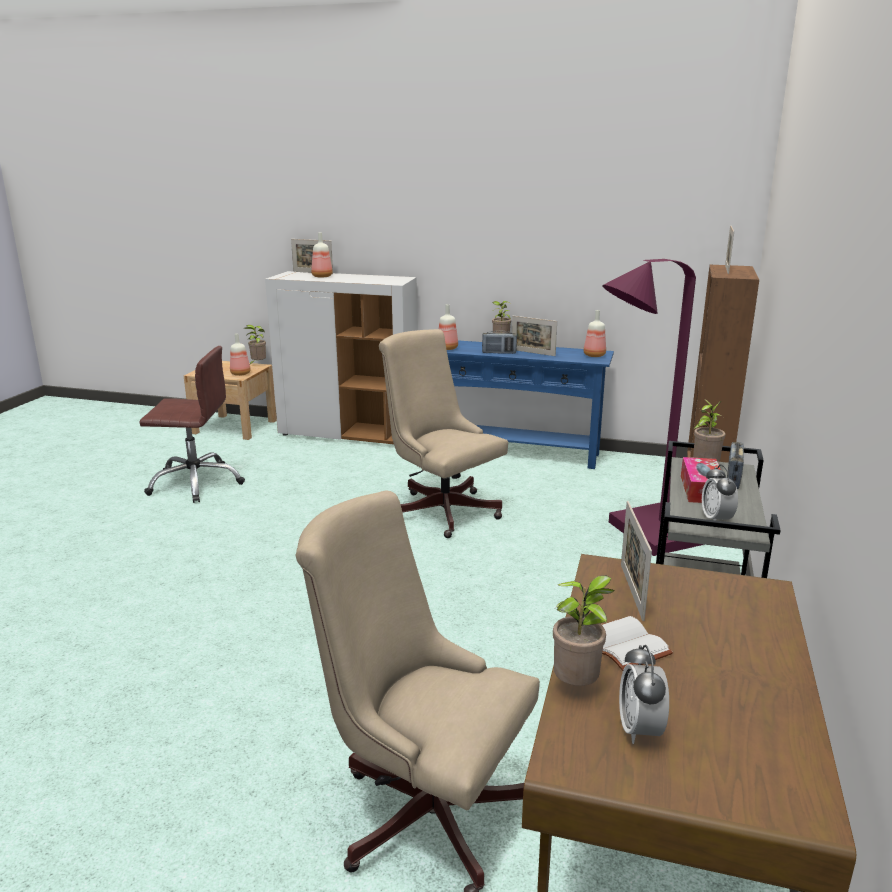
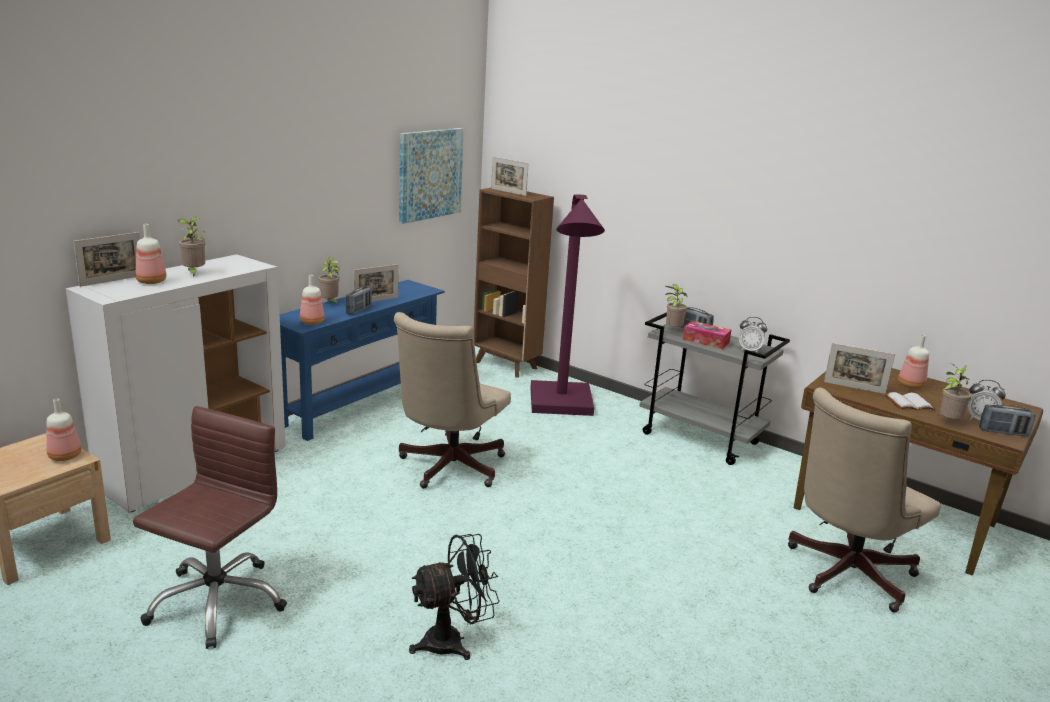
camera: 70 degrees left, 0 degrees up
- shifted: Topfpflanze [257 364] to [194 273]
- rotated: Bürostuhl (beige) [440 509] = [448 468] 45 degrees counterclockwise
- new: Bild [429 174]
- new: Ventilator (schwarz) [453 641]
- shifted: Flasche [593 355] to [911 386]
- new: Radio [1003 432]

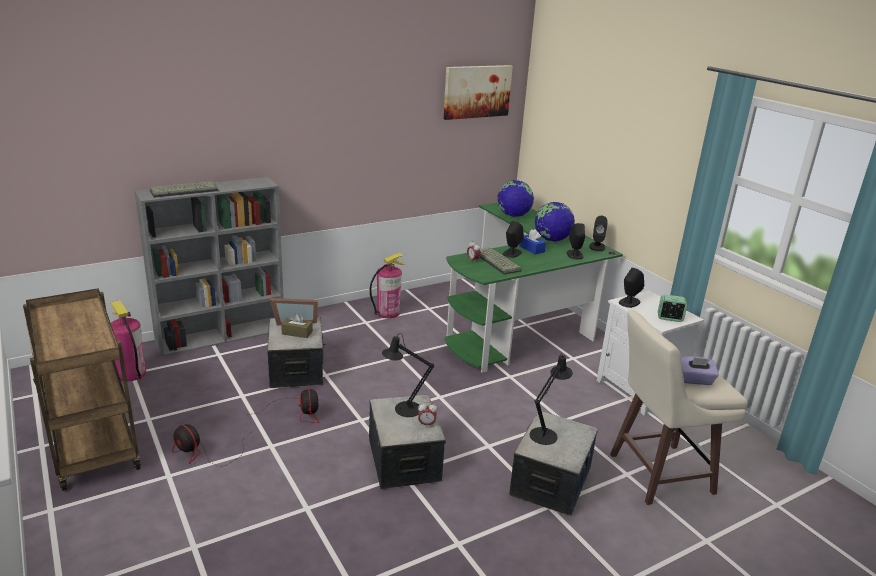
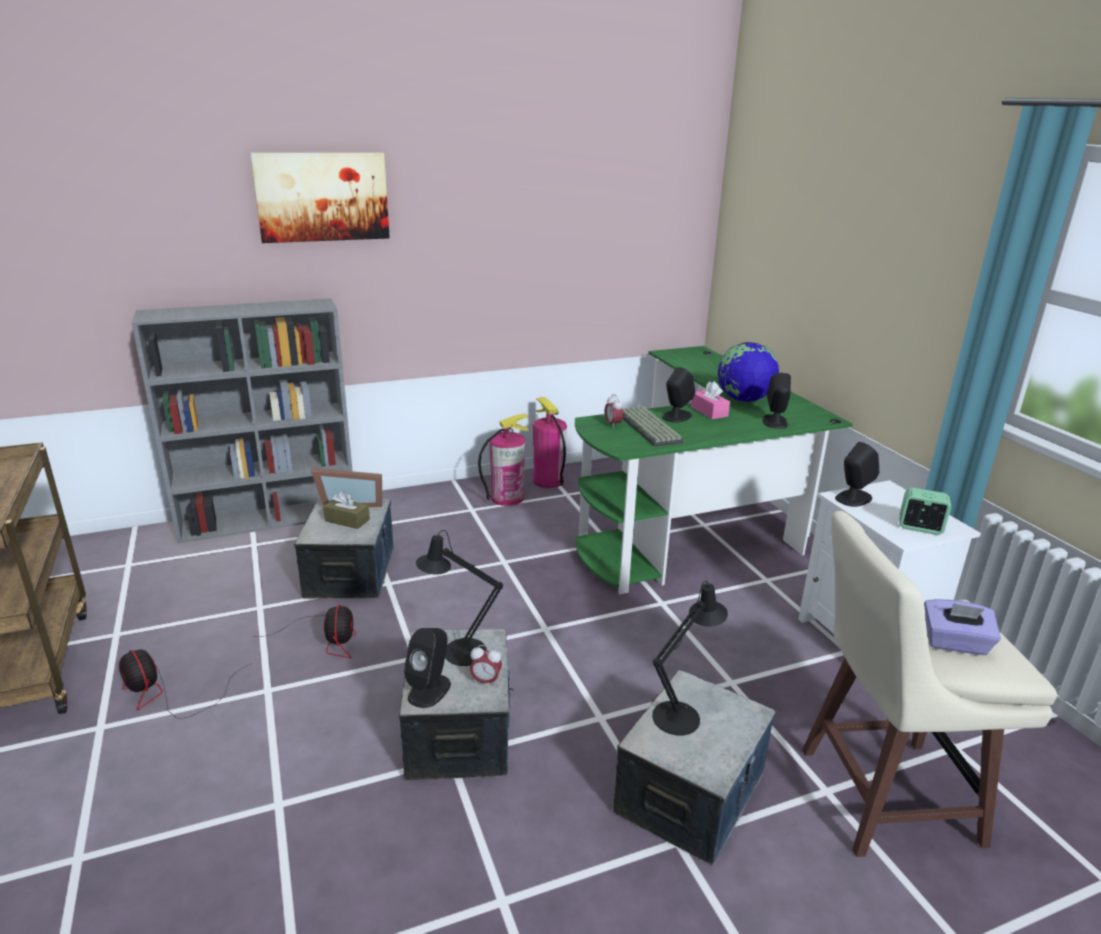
camera: 10 degrees right, 0 degrees up
- shifted: Bild [477 91] to [322 197]
- shifted: Lautsprecher (schwarz) [597 247] to [429 690]
- shifted: Feuerlöscher [130 373] to [548 481]
- repainted: Taschentuchbox (blau) [531 249] to Taschentuchbox (rosa) [709 411]
- gone: Tastatur [184 190]
- gone: Globus [513 215]

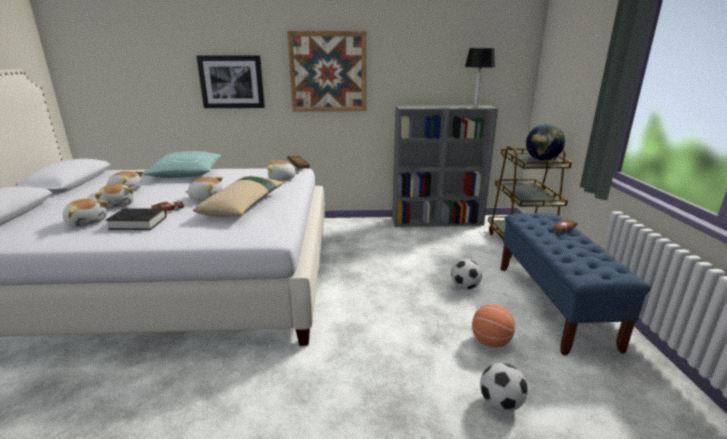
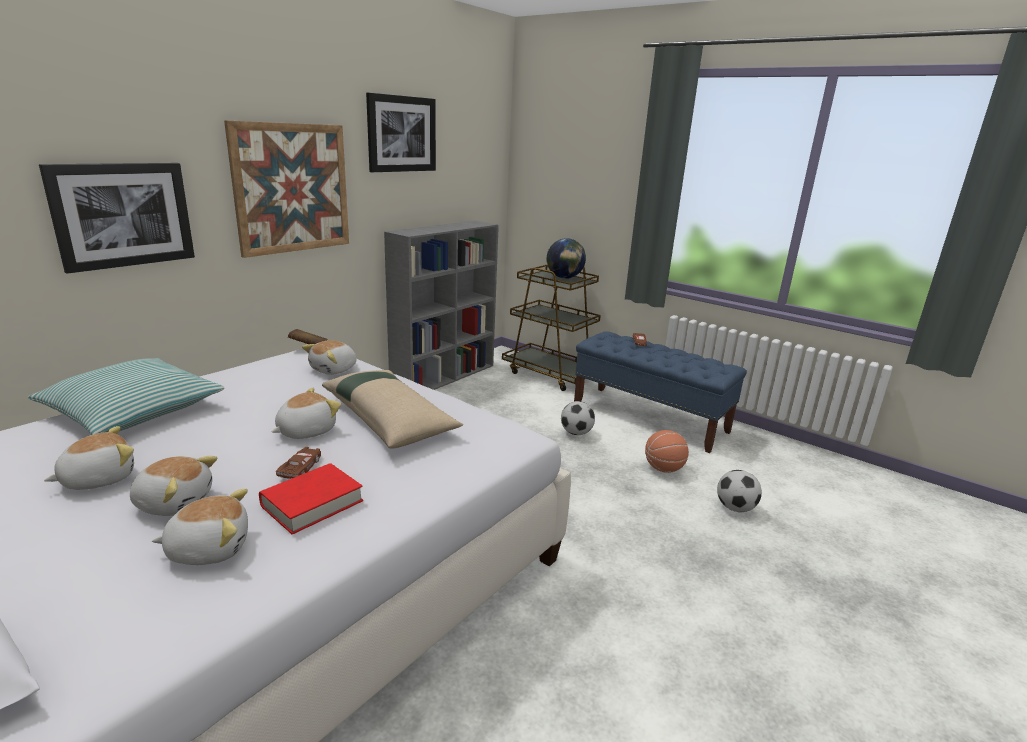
camera: 50 degrees left, 0 degrees up
- repainted: Buch (schwarz) [138 223] to Buch (rot) [312 503]
- new: Bild [401 134]
- gone: Tischlampe [476 107]

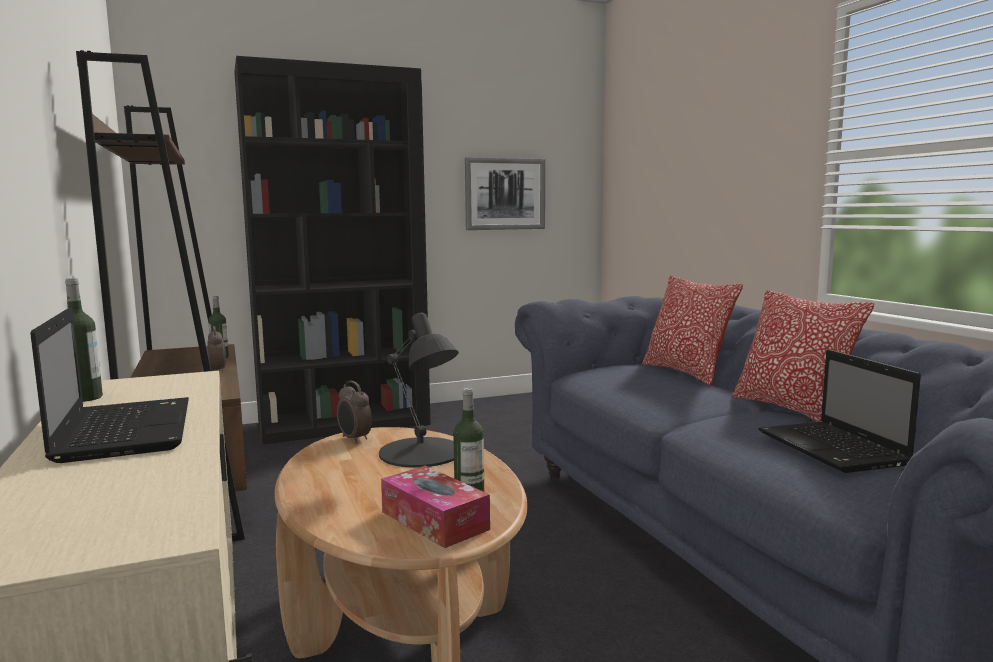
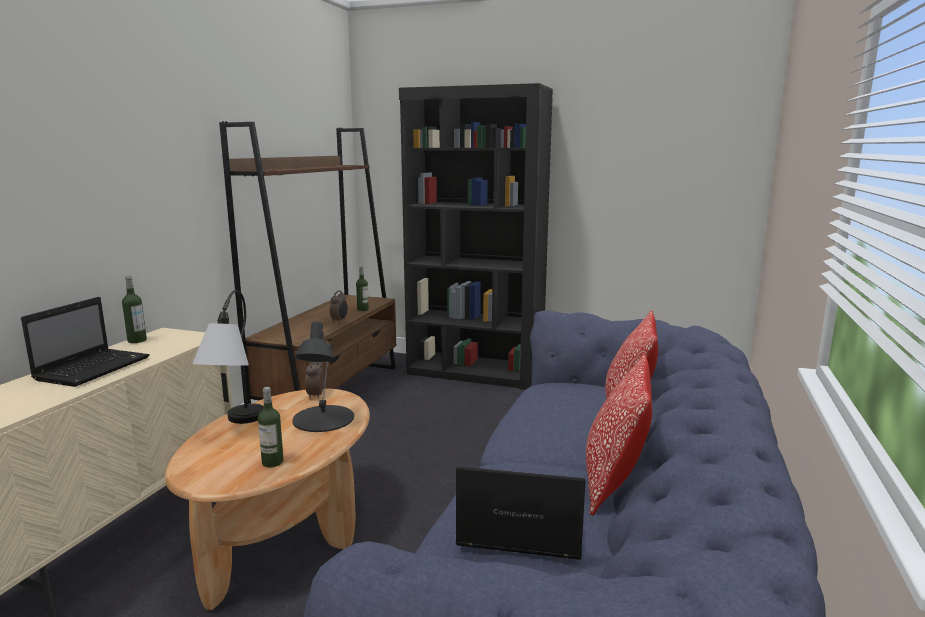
camera: 40 degrees right, 5 degrees up
- new: Tischlampe [235 426]
- rotated: Laptop [834 449] = [517 532] 75 degrees clockwise
- gone: Taschentuchbox [434 520]
- gone: Bild [505 194]

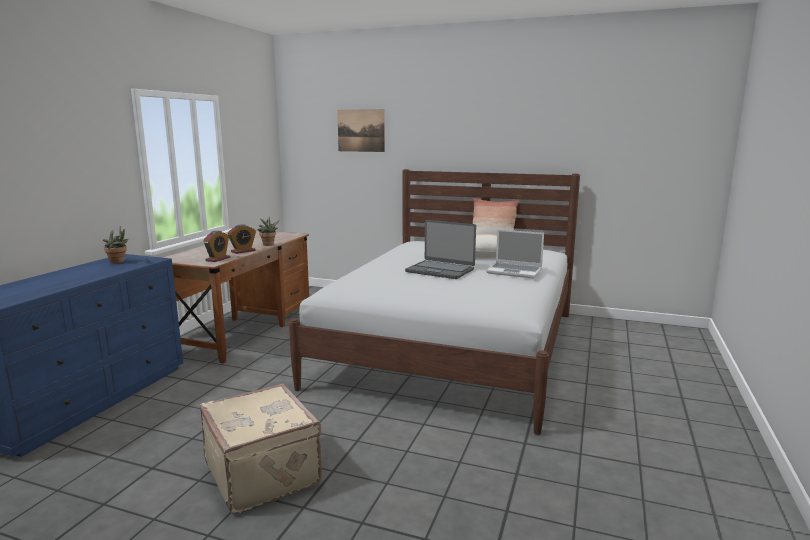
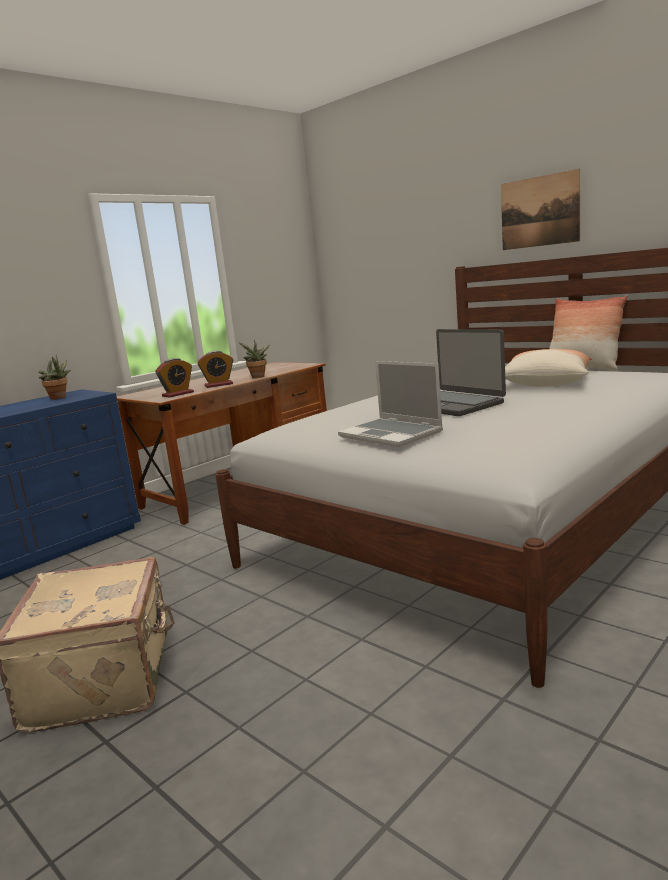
camera: 25 degrees right, 0 degrees up
- shifted: Laptop [515 271] to [392 434]
- shifted: Bild [361 130] to [539 211]

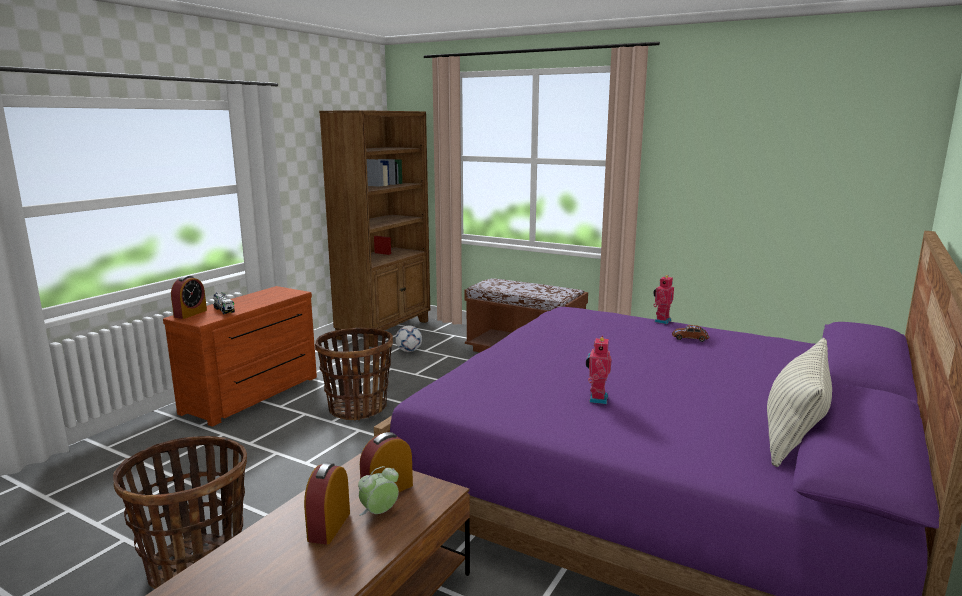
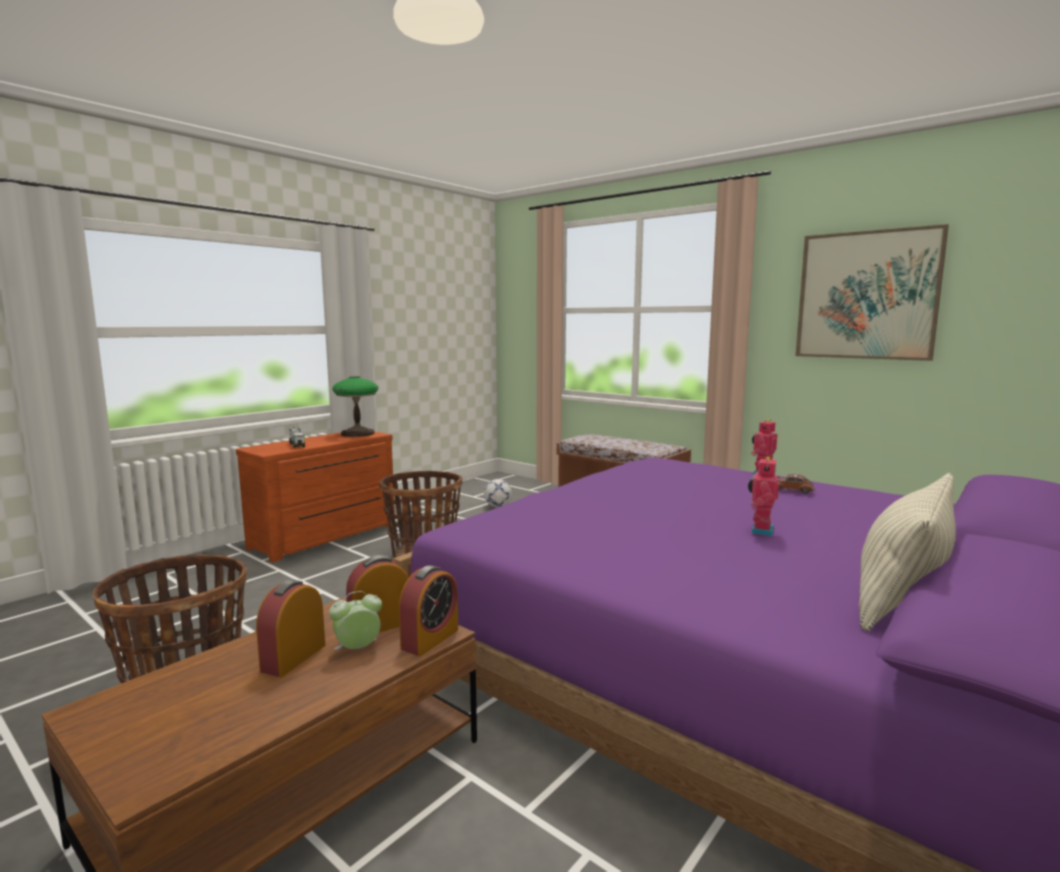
camera: 10 degrees right, 5 degrees down
- new: Tischlampe [357 433]
- shifted: Wecker [190 313] to [430 639]
- shifted: Spielzeugroboter [596 399] to [760 530]
- new: Bild [866 295]
- gone: Bücherregal (braun) [385 329]

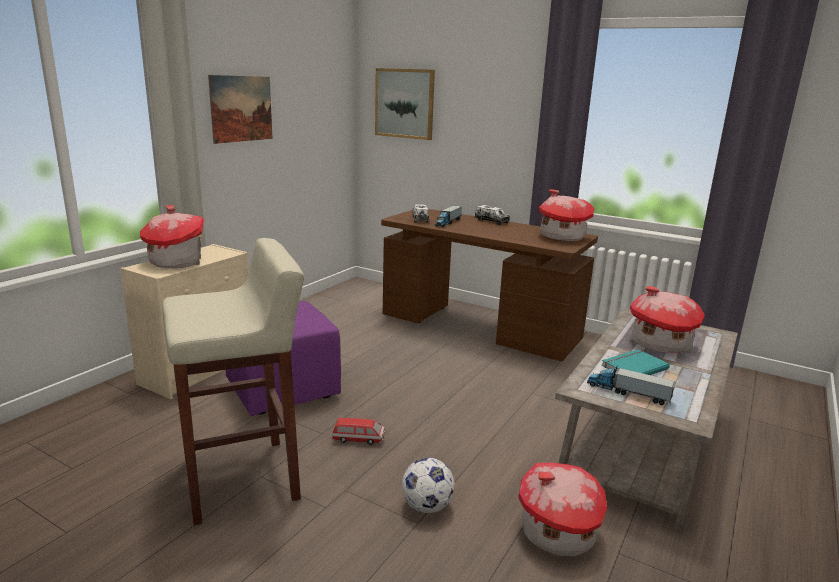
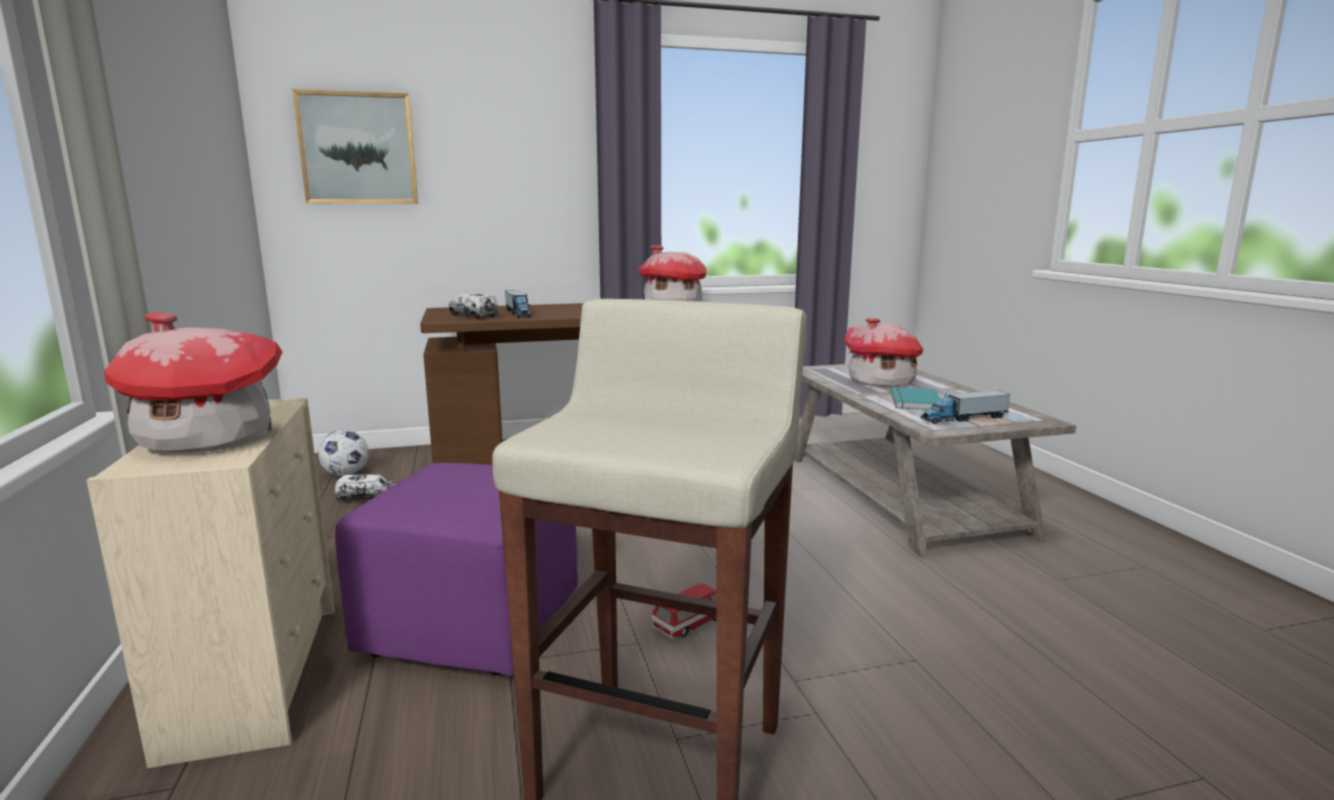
camera: 45 degrees left, 5 degrees down
- shifted: Fußball [427 506] to [346 474]
- shifted: Spielzeuglaster [491 221] to [367 498]
- gone: Bild [241 109]
- gone: Spielzeughaus [558 534]

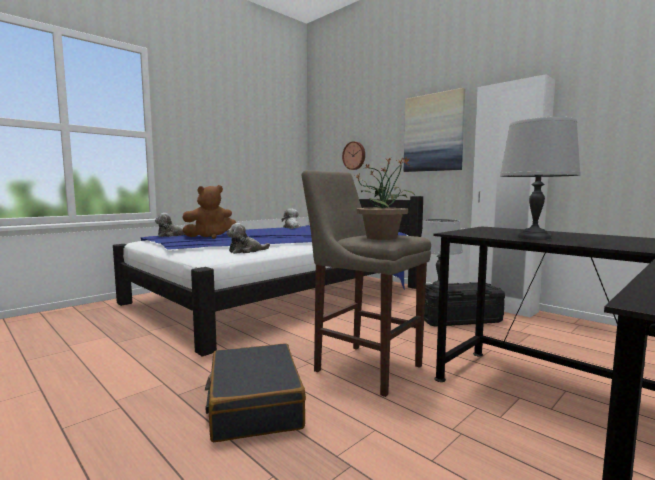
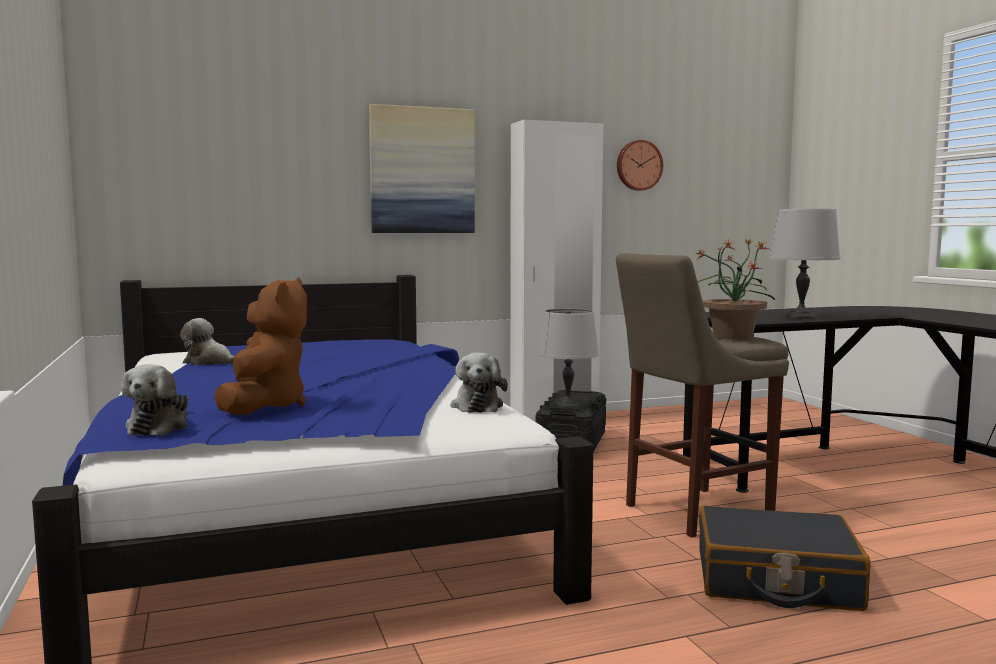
camera: 65 degrees left, 0 degrees up
- shifted: Wanduhr [354 155] to [638 165]

